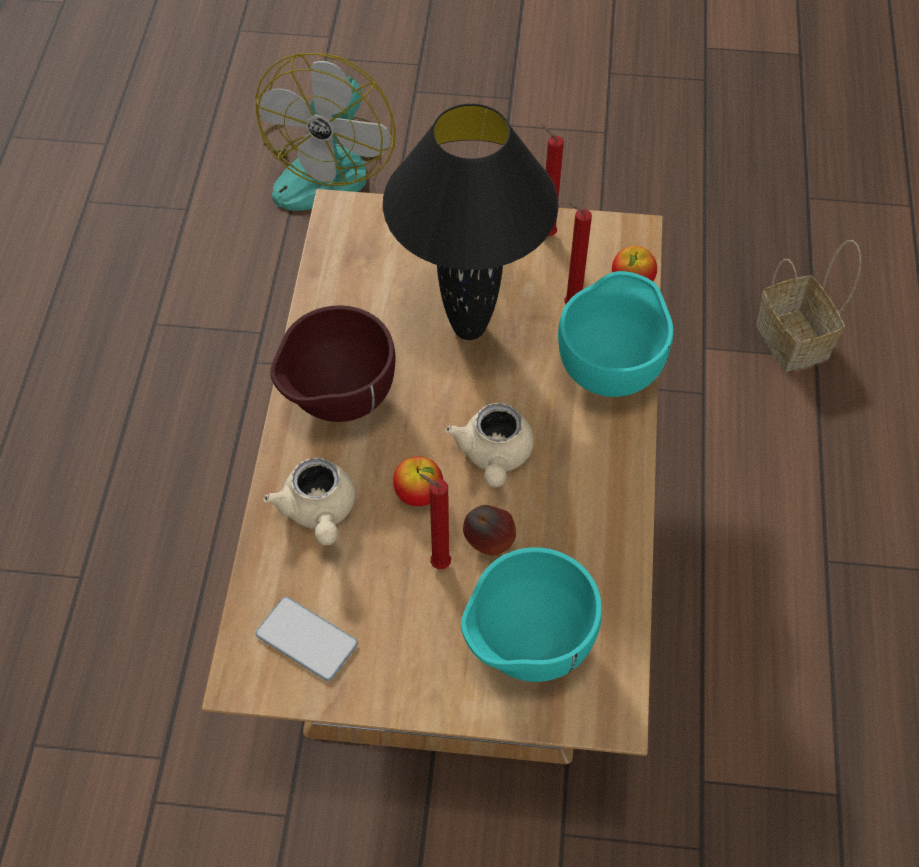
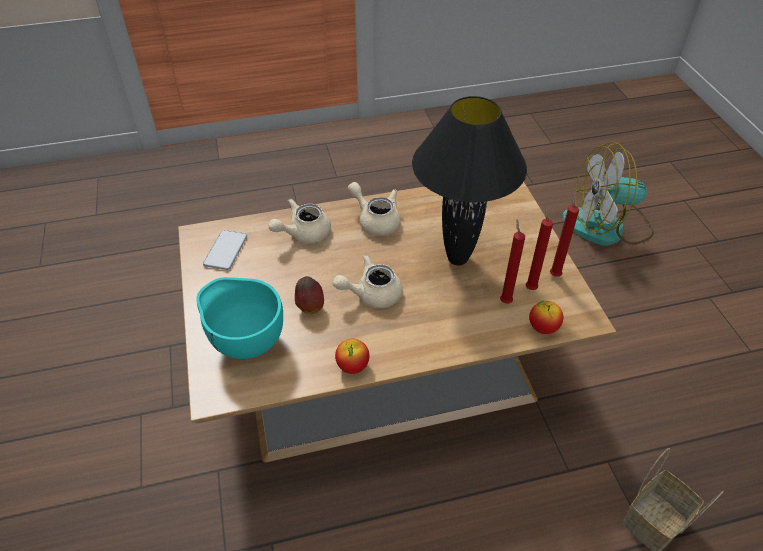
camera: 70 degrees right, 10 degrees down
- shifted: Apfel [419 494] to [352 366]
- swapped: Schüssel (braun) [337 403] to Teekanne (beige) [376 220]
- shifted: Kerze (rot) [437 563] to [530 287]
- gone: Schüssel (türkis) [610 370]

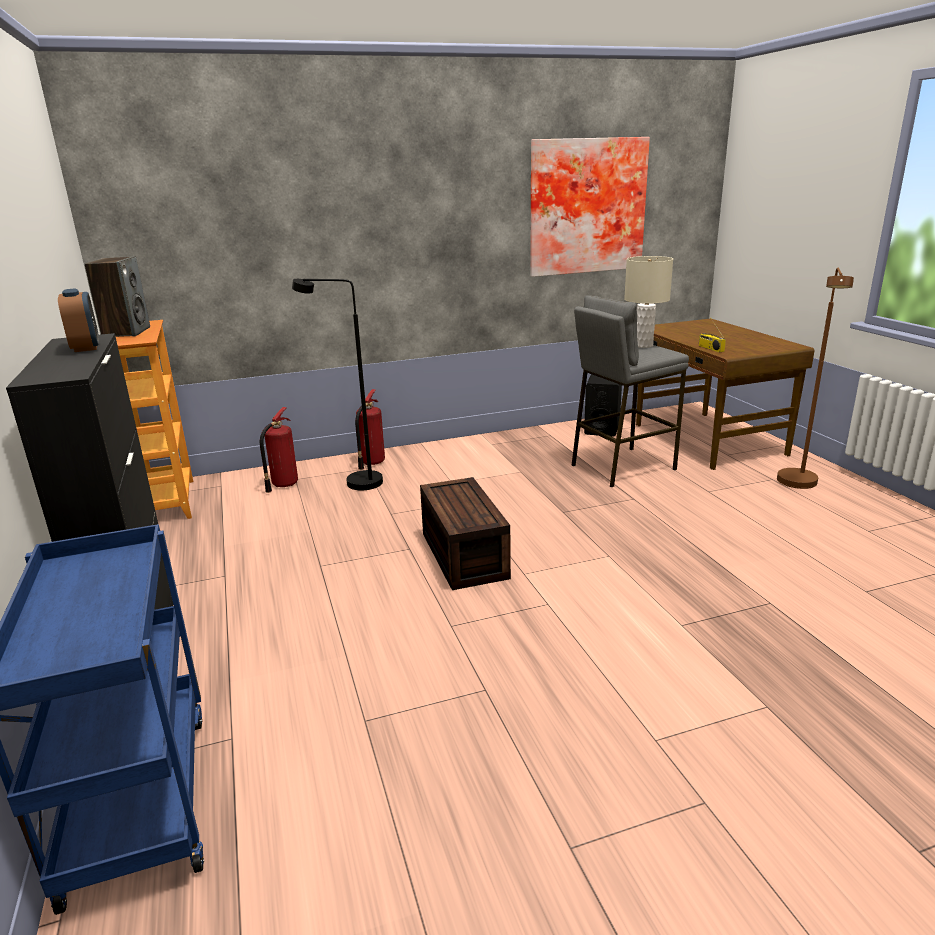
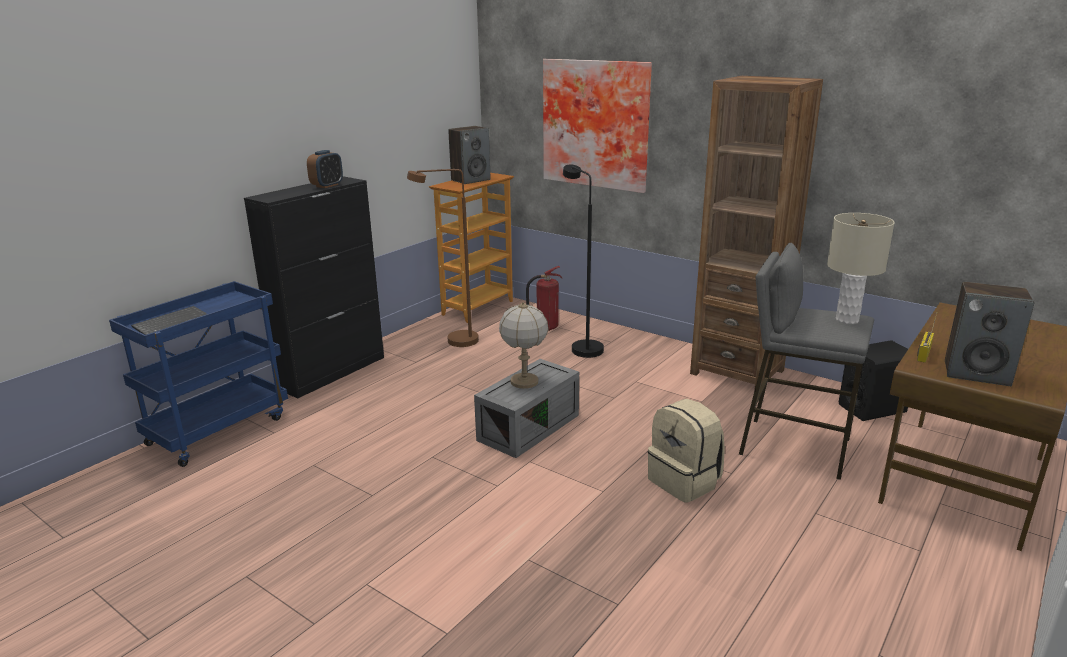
camera: 55 degrees right, 0 degrees up
- new: Tastatur [172 322]
- shifted: Stehlampe (braun) [798 485] to [454 342]
- repainted: Aufbewahrungsbox (braun) [461 554] to Aufbewahrungsbox (grau) [528 426]
- new: Tischlampe [524 382]
- shifted: Bild [586 207] to [597 124]
- new: Rucksack (beige) [685 482]
- new: Bücherregal (braun) [737 372]
- new: Lautsprecher [977 373]
- gone: Feuerlöscher [371 463]

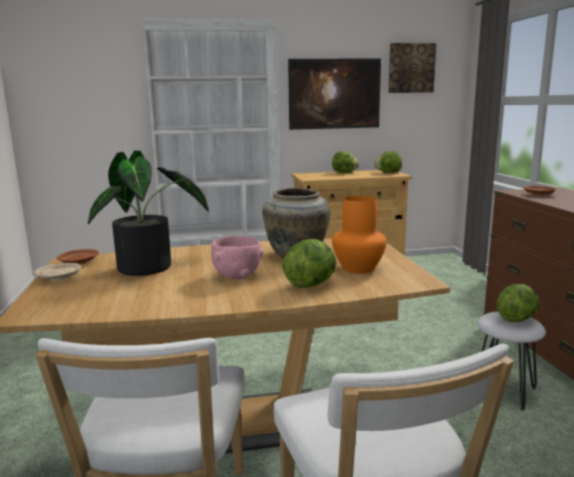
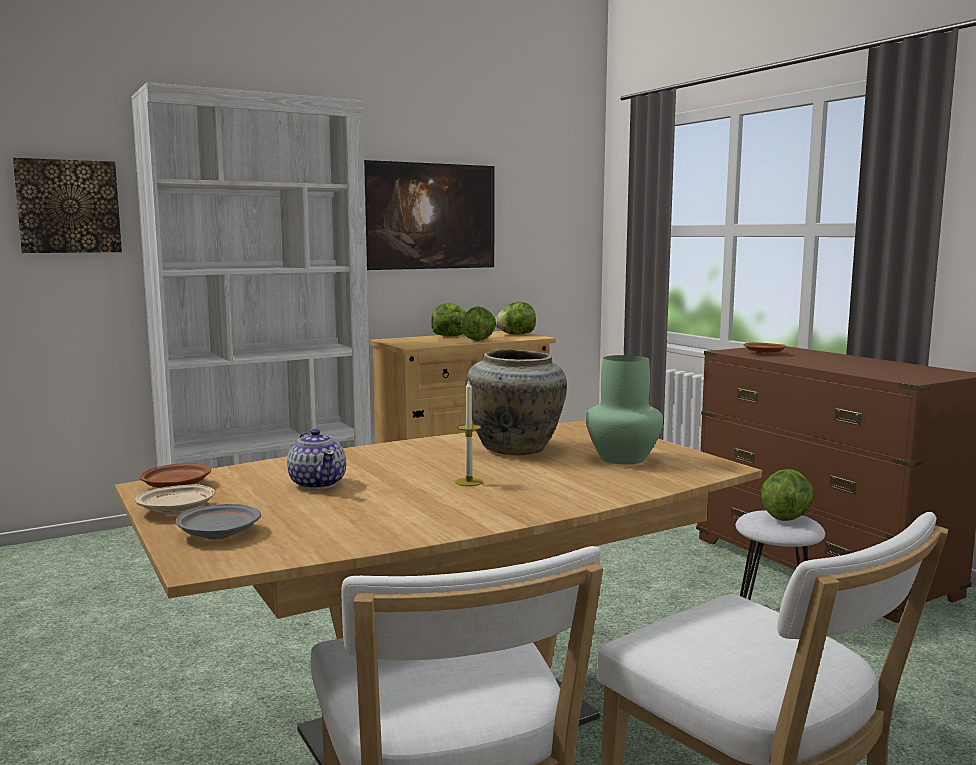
camera: 20 degrees left, 5 degrees down
- shifted: Bild [411 68] to [68 206]
- new: Teller (grau) [218 533]
- swapped: Topfpflanze [151 268] to Teekanne [318 483]
- swapped: Schüssel (rosa) [237 276] to Kerze [469 482]
- shifted: Salatkopf [311 284] to [478 340]
- repainted: Vase (orange) [358 268] to Vase (grün) [623 459]

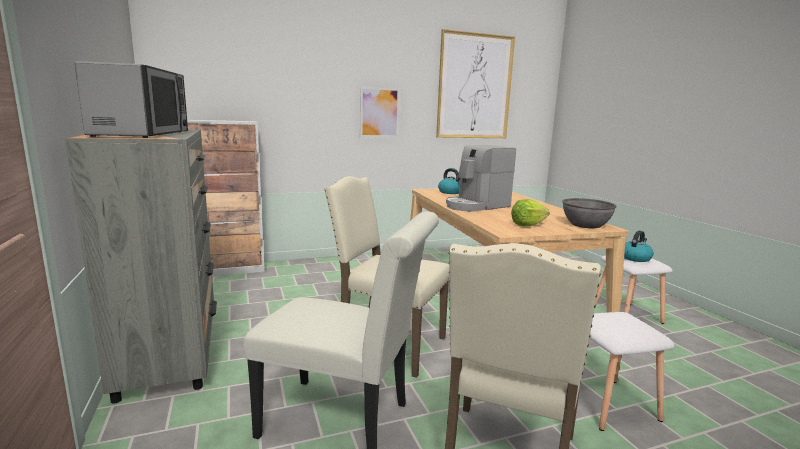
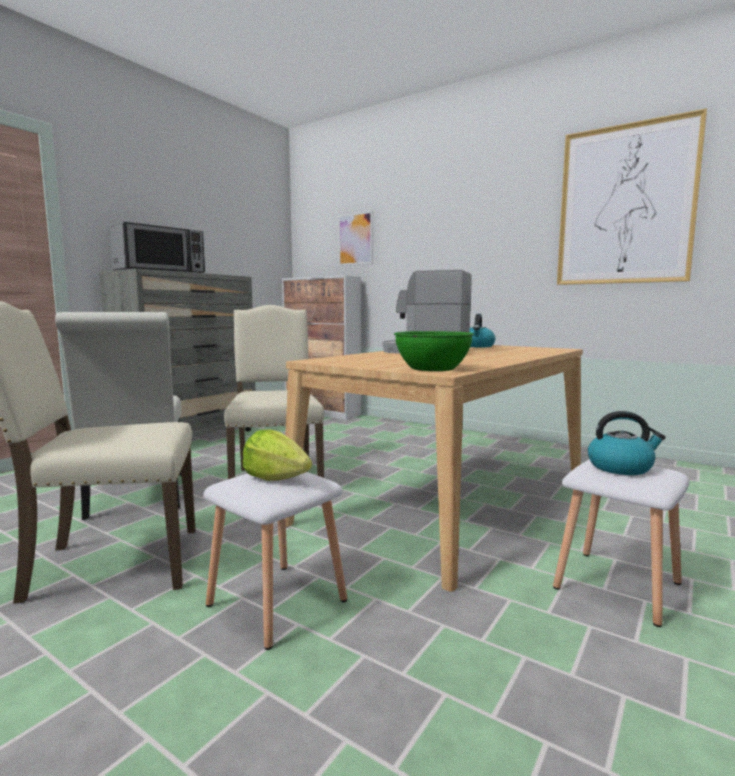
camera: 55 degrees right, 5 degrees down
- shifted: Salatkopf [527 225] to [276 478]
- shifted: Bild [379 112] to [355 239]
- repainted: Schüssel (grau) [586 225] to Schüssel (grün) [432 368]

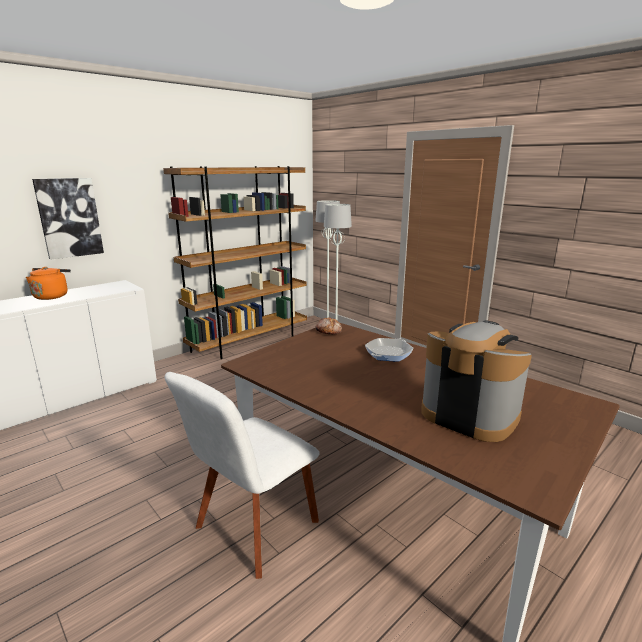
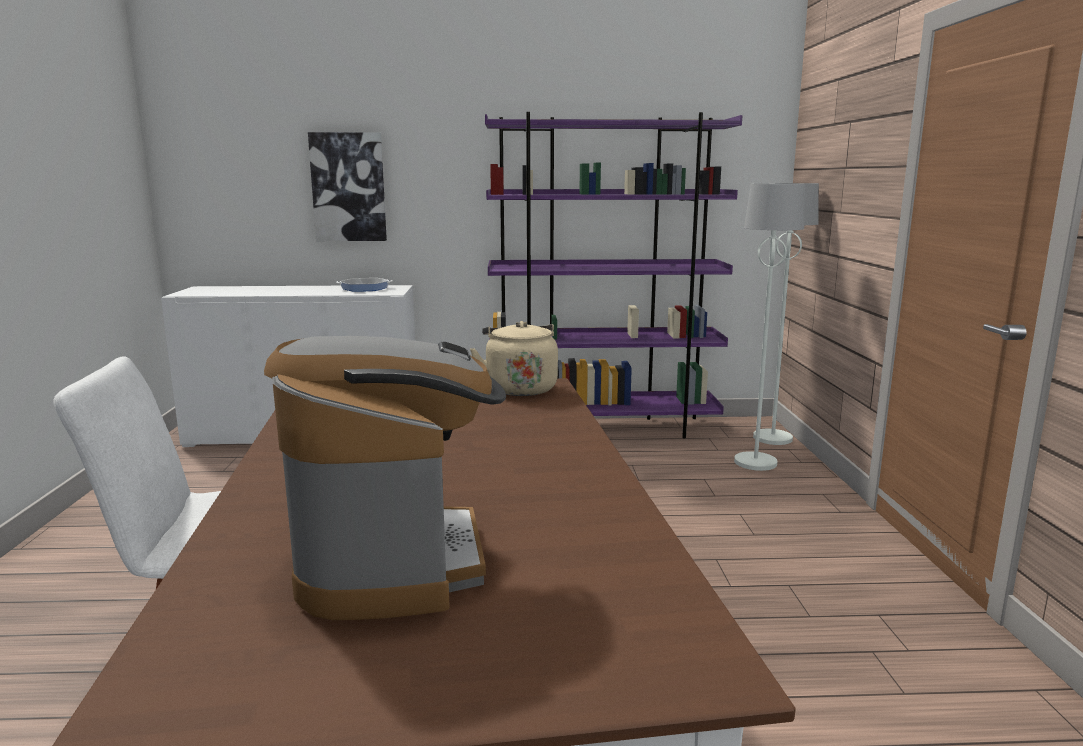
camera: 40 degrees right, 5 degrees down
- shifted: Pfanne [388 353] to [365 288]
- swapped: Brot [328 331] to Wasserkessel (beige) [519 388]
- repainted: Bücherregal (braun) [249 341] to Bücherregal (lila) [604 428]
- gone: Wasserkessel (orange) [52 296]

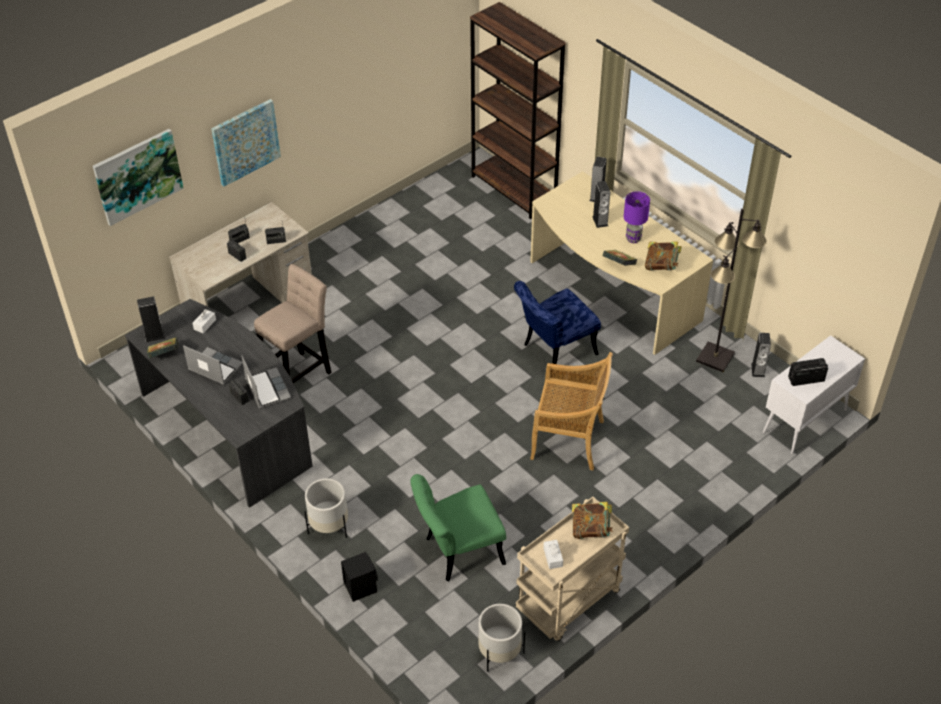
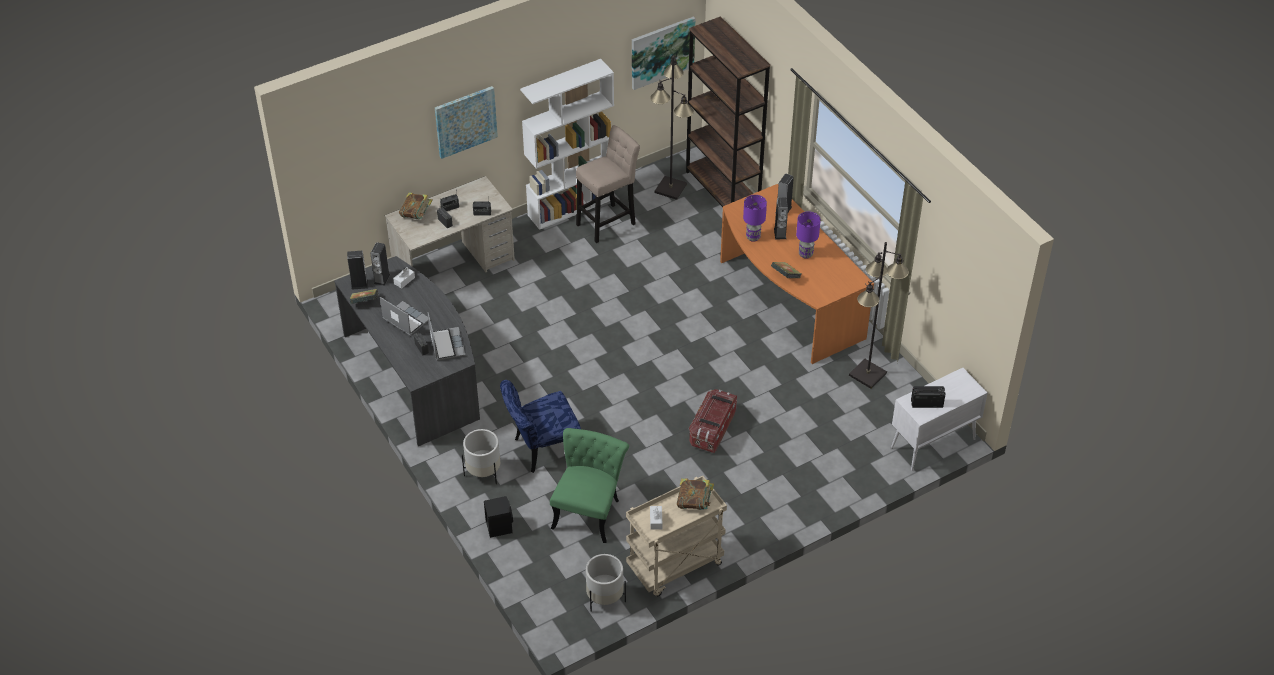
camera: 10 degrees right, 0 degrees up
- shifted: Lautsprecher [758 370] to [382 279]
- shifted: Buch [661 266] to [416 215]
- shifted: Stuhl (blau) [554 351] to [541 449]
- new: Bücherregal (weiß) [571 206]
- rotated: Stuhl (grün) [457 551] = [589 510] 120 degrees clockwise
- shifted: Hocker (beige) [299 375] to [608 222]
- shifted: Bild [137 176] to [662 52]
- new: Stehlampe (schwarz) [671 188]
- swapped: Stuhl (beige) [569 440] to Aufbewahrungsbox [712 429]
- repainted: Schreibtisch (beige) [610 293] to Schreibtisch (orange) [787 301]
- new: Tischlampe (lila) [753 237]

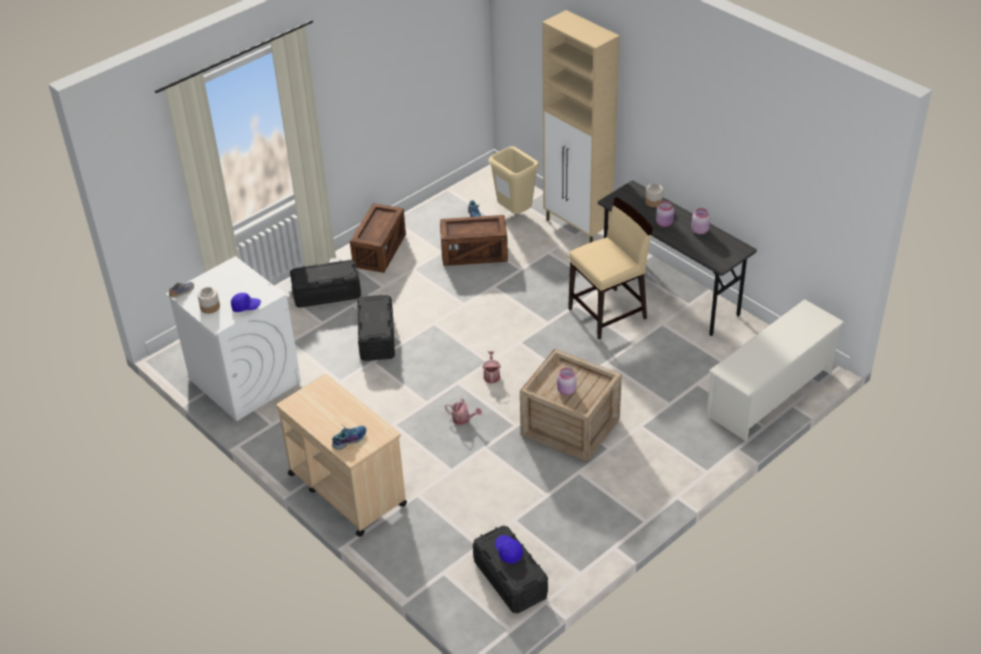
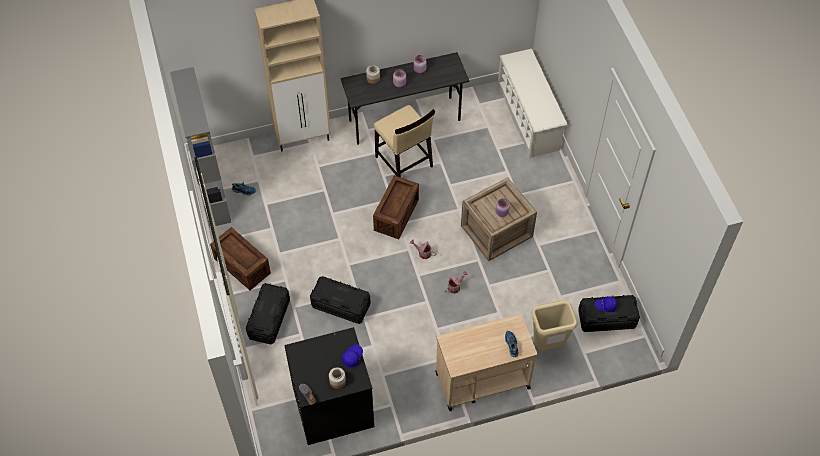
camera: 65 degrees left, 15 degrees up
- new: Bücherregal (grau) [212 193]
- repainted: Waschmaschine (weiß) [244 380] to Waschmaschine (schwarz) [332 407]
- shifted: Kiste [474 253] to [396 215]
- rotated: Stuhl (beige) [608 313] = [404 162] 150 degrees clockwise
- shifted: Mülleimer (beige) [514 213] to [547 344]

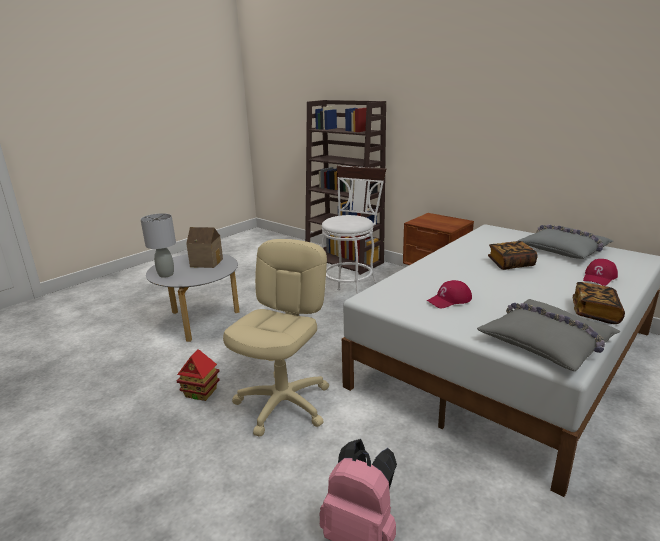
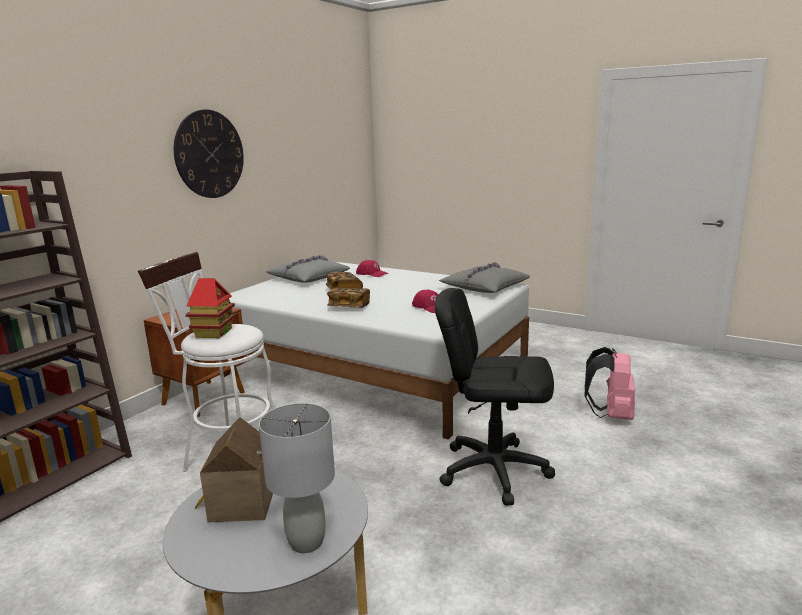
camera: 100 degrees left, 5 degrees down
- new: Wanduhr [209 154]
- shifted: Spielzeughaus [201 392] to [214 333]
- shifted: Buch [595 313] to [349 307]
- repainted: Bürostuhl (beige) [284 404] to Bürostuhl (schwarz) [494 470]

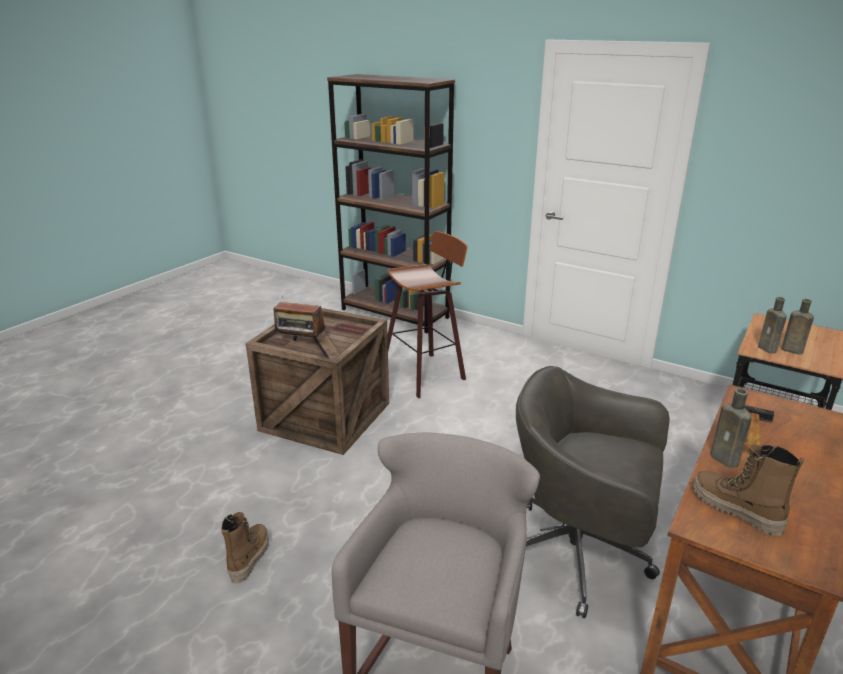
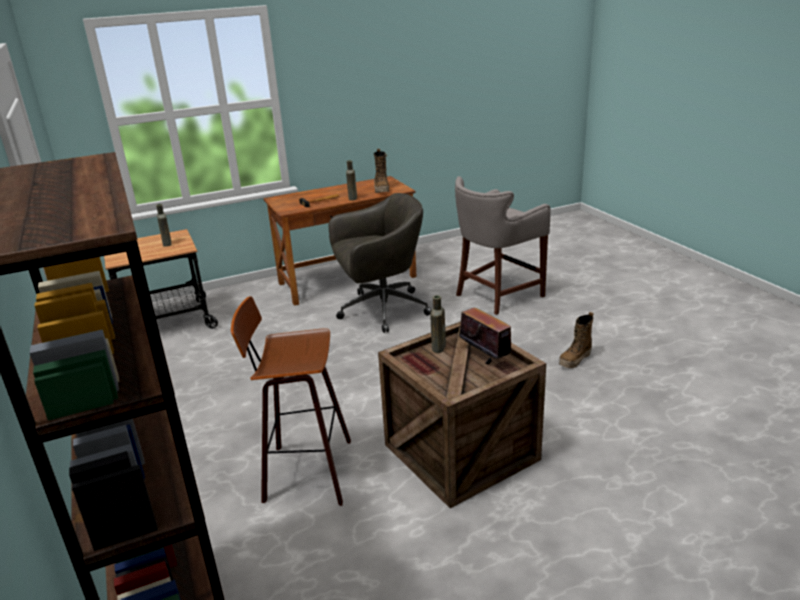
camera: 145 degrees left, 0 degrees up
- rotated: Bürostuhl (grau) [579 555] = [381 310] 75 degrees counterclockwise
- shifted: Flasche (braun) [768 349] to [439 346]

